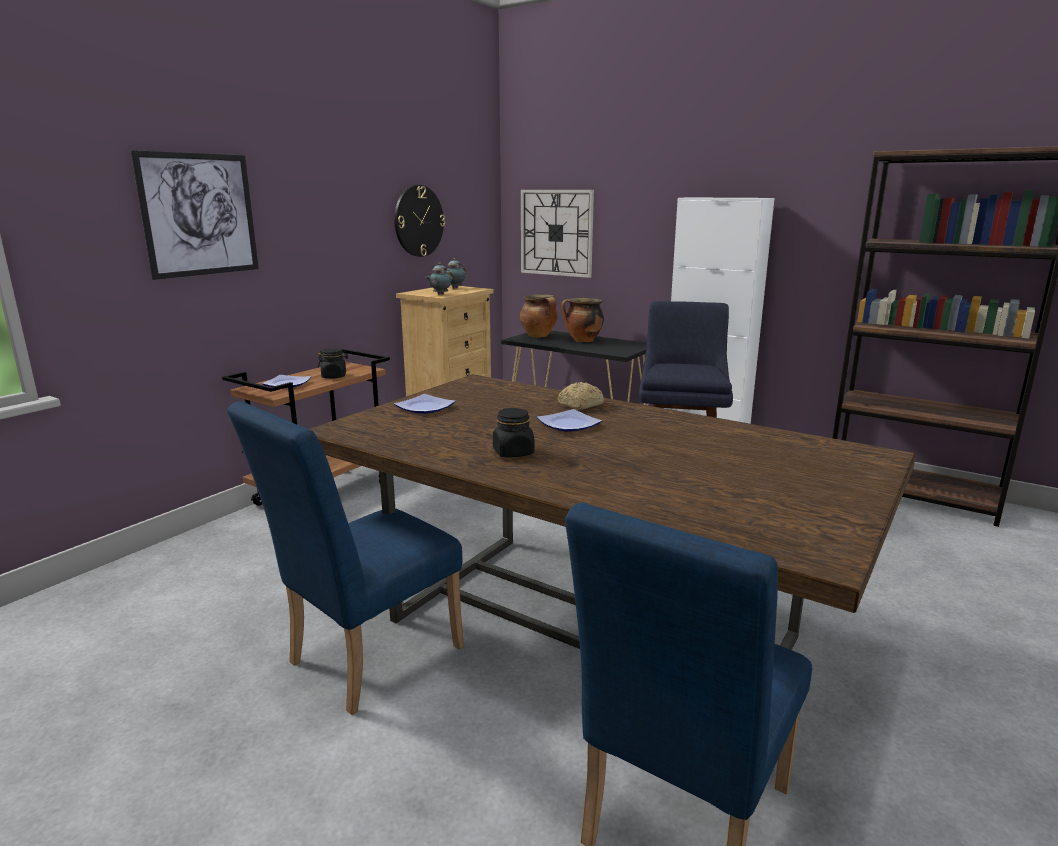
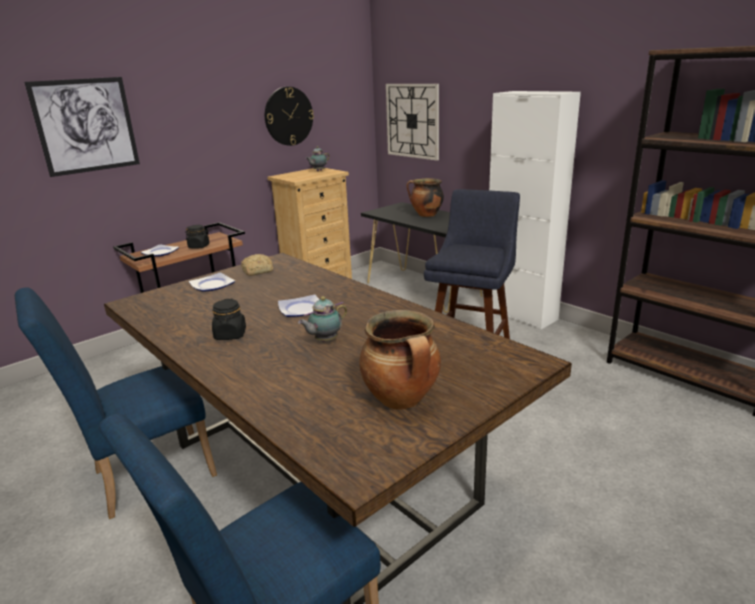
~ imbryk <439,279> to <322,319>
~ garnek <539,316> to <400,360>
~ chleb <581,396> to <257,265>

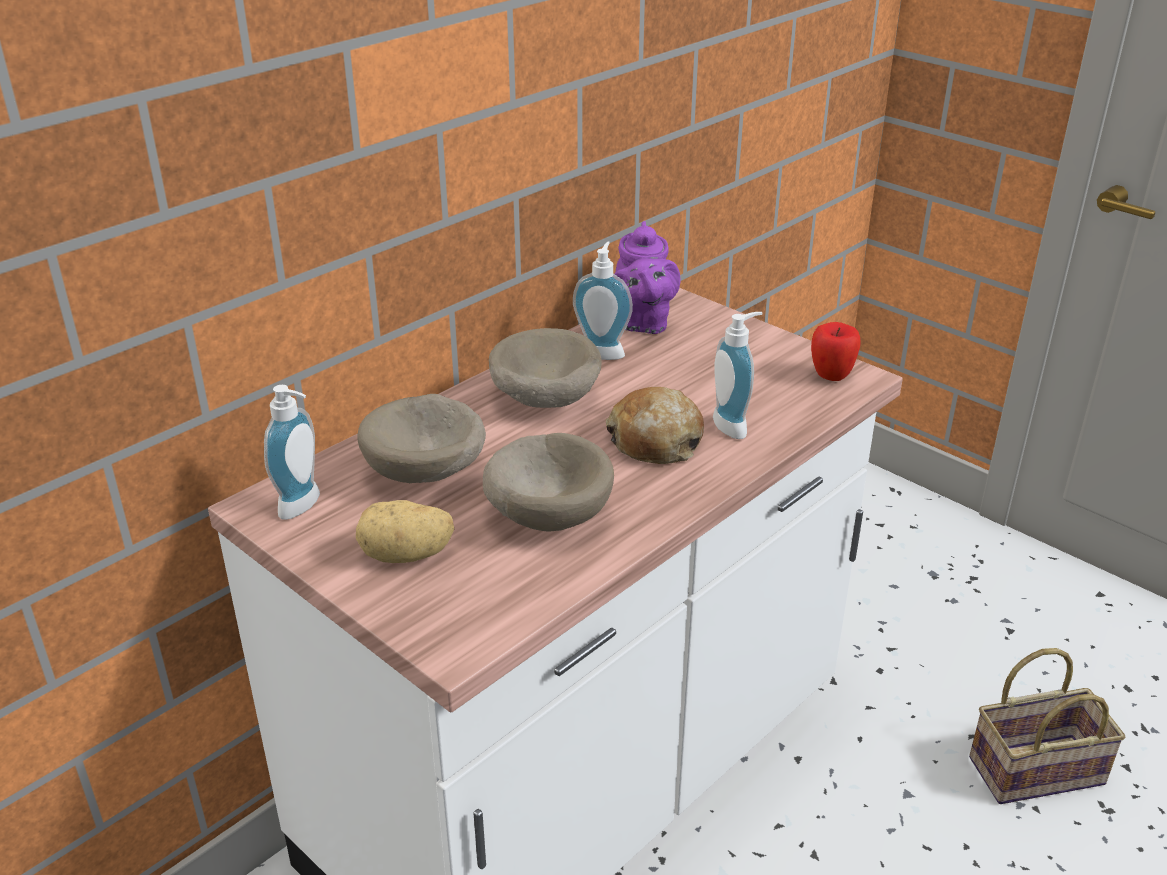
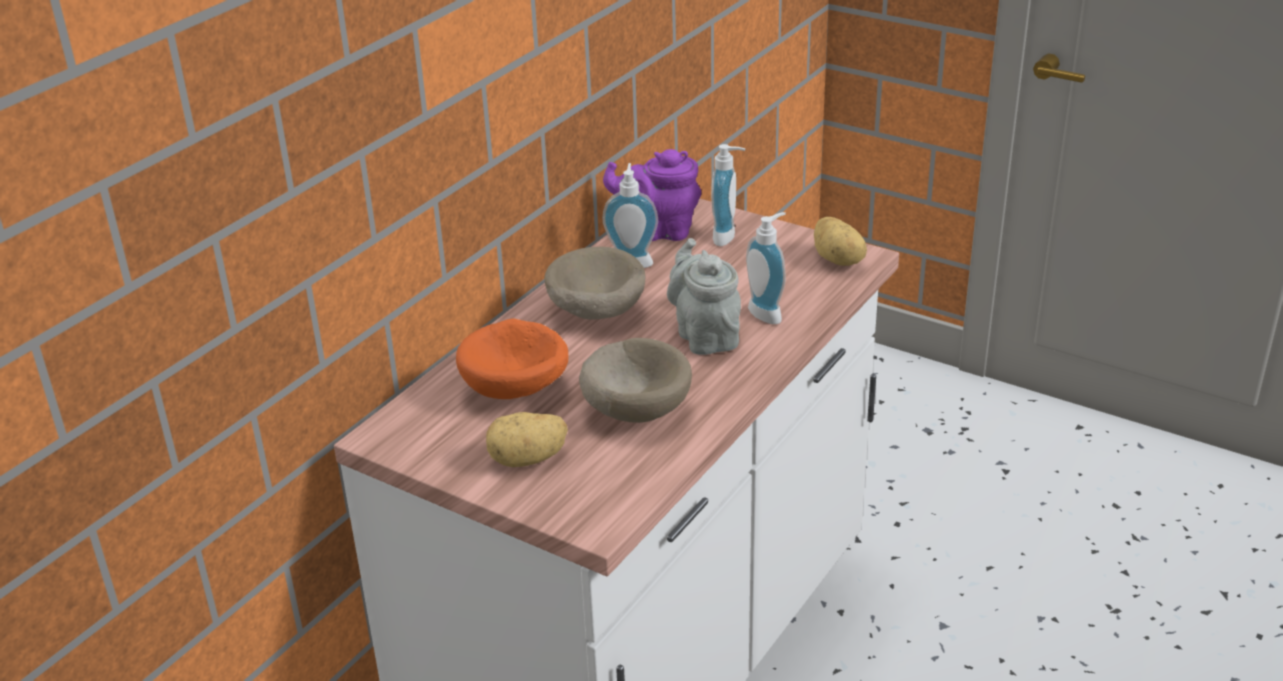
- koszyk <1047,726>
~ dozownik mydła <292,452> to <729,195>
~ chleb <655,425> to imbryk [szary] <704,296>
~ jabłko <836,351> to ziemniak <840,241>
~ miska [beżowy] <421,438> to miska [pomarańczowy] <512,359>
~ imbryk [fioletowy] <647,277> = <652,195> 105 degrees clockwise

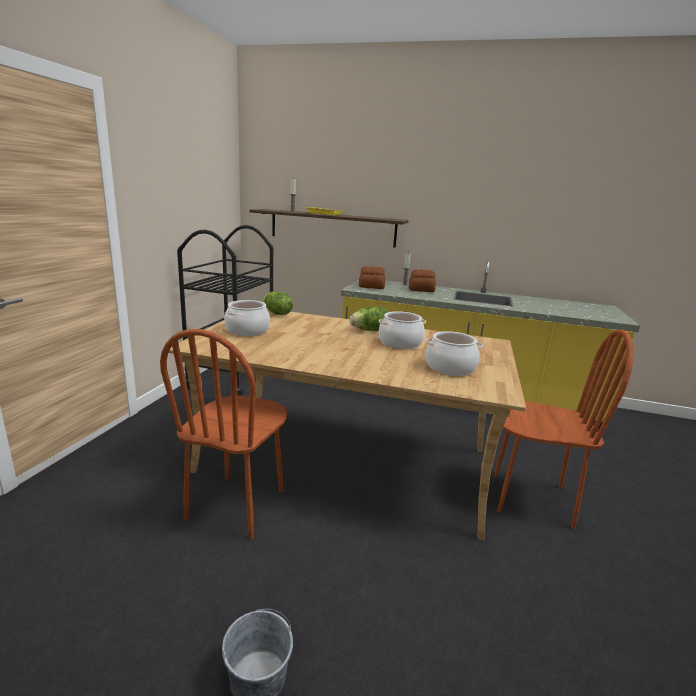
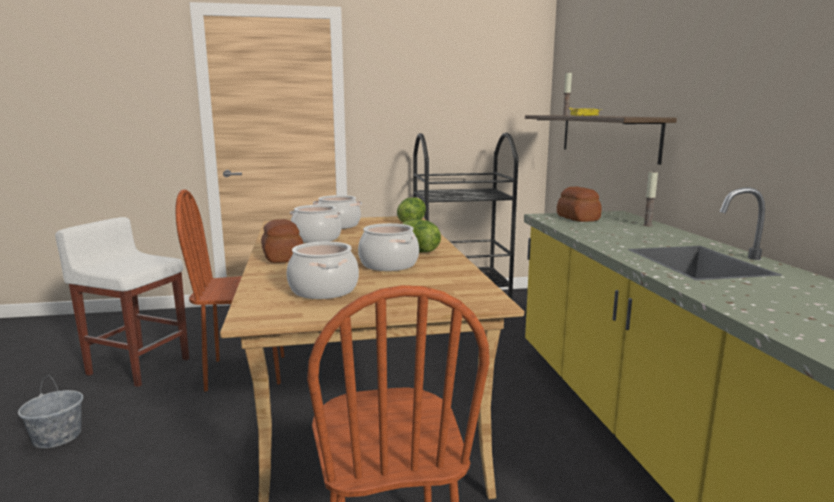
+ stołek [biały] <122,302>
+ garnek <316,224>
~ chleb <422,280> to <282,241>

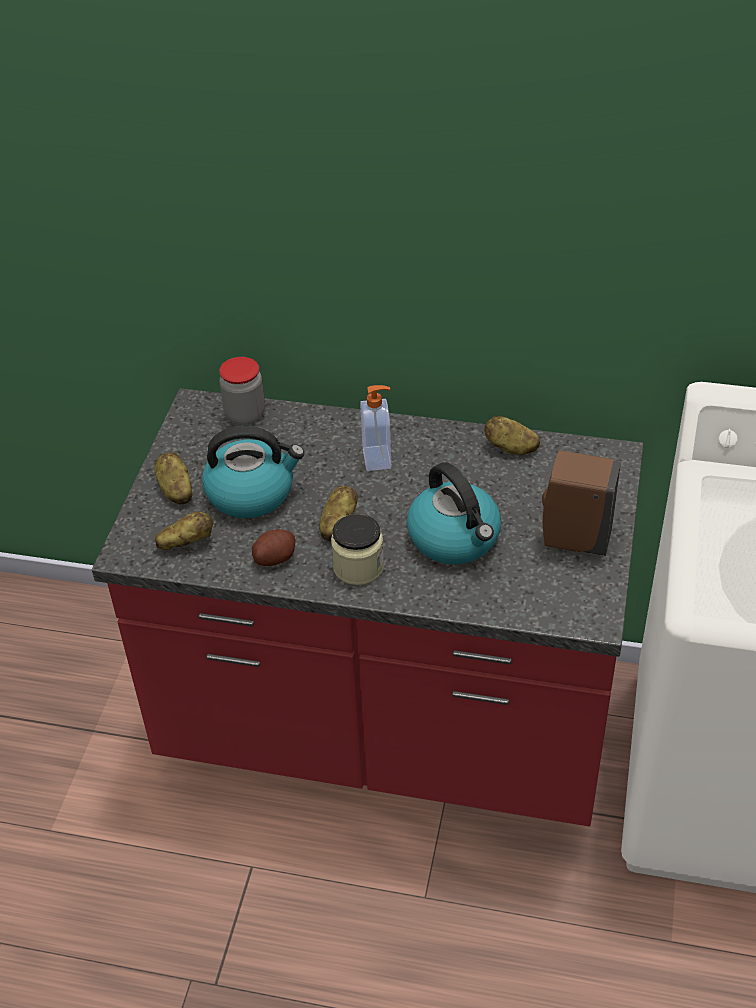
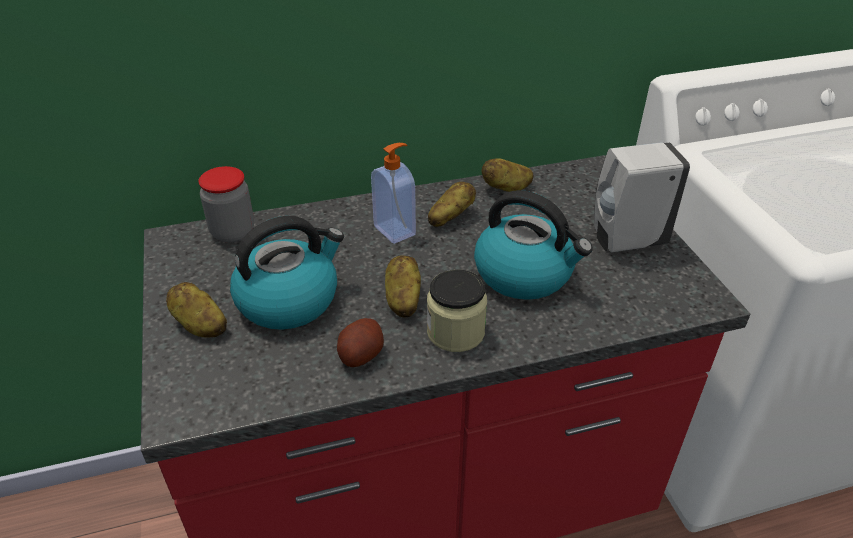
~ ziemniak <184,530> to <452,204>
~ dozownik mydła [brązowy] <581,503> to dozownik mydła [biały] <642,197>

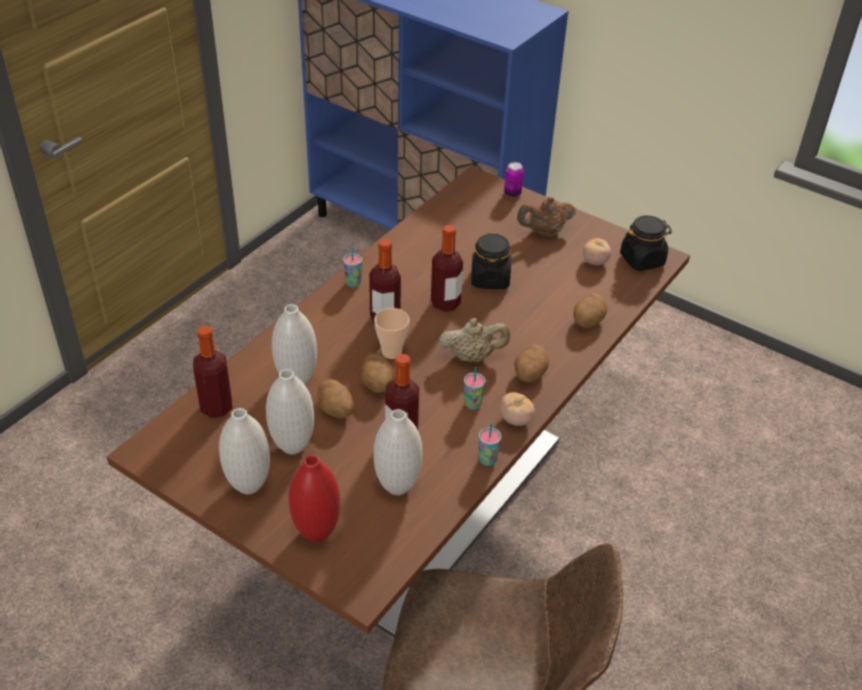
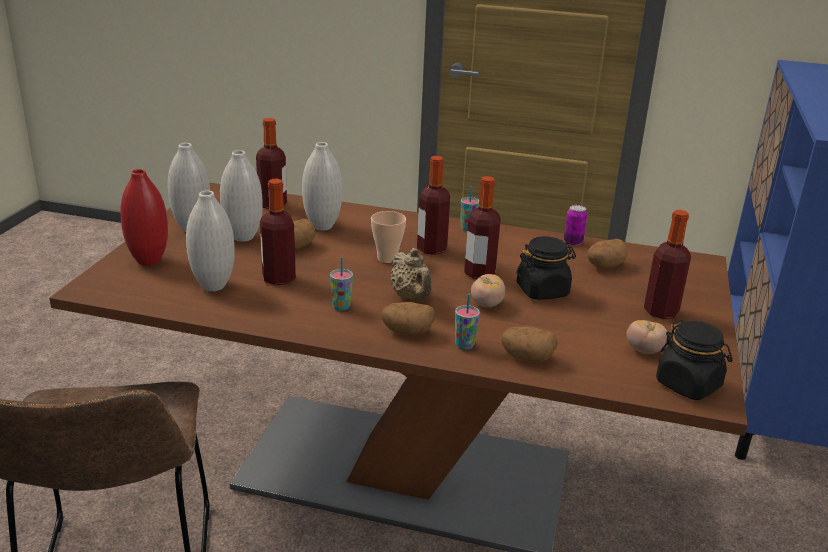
~ ziemniak <377,373> to <607,253>
~ filiżanka <490,444> to <467,321>
~ pomidor <517,409> to <488,290>
~ puszka <514,180> to <575,225>
~ imbryk [brązowy] <546,216> to butelka <667,264>

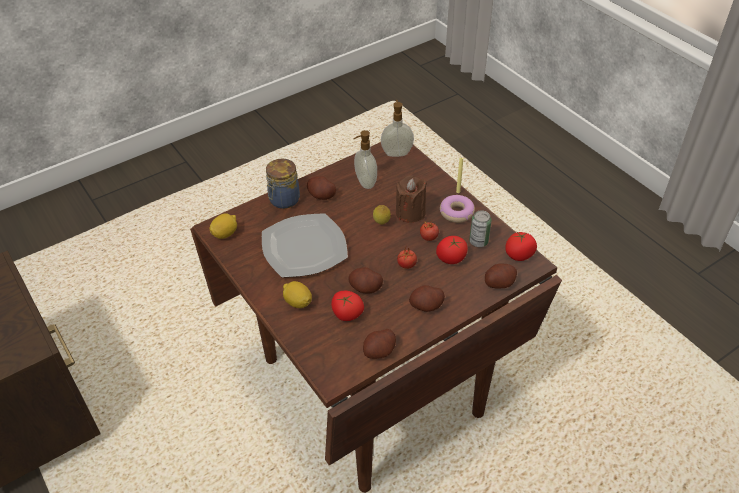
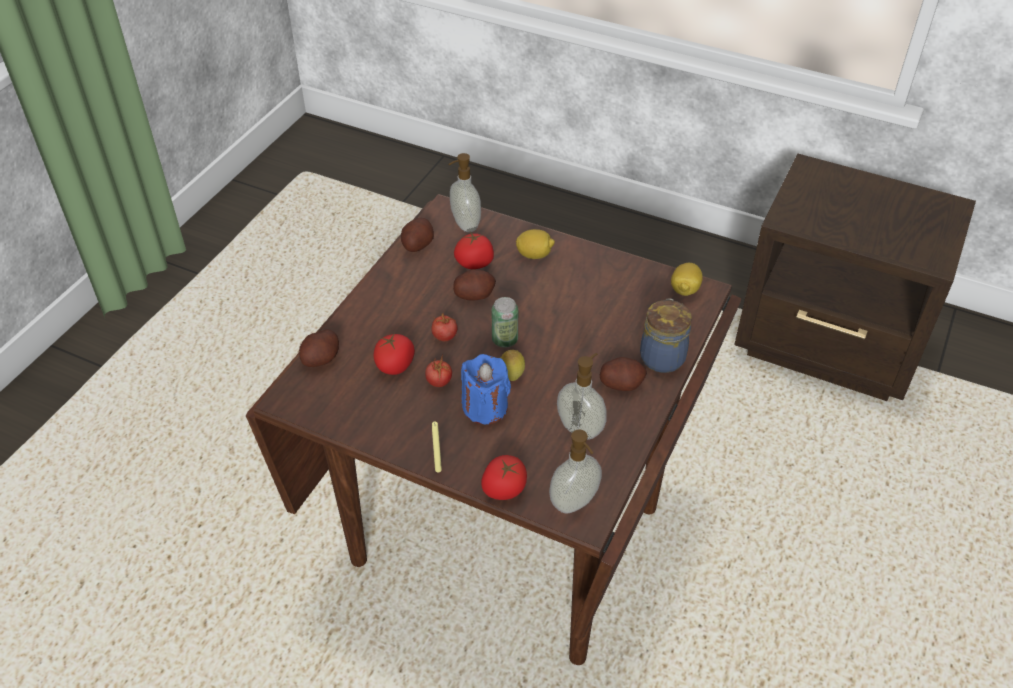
- talerz <305,245>
- ziemniak <427,298>
- donut <457,209>
+ dozownik mydła <464,192>
~ puszka <480,228> to <504,322>
~ pomidor <521,246> to <504,477>
~ świeca [brązowy] <411,199> to świeca [niebieski] <486,389>

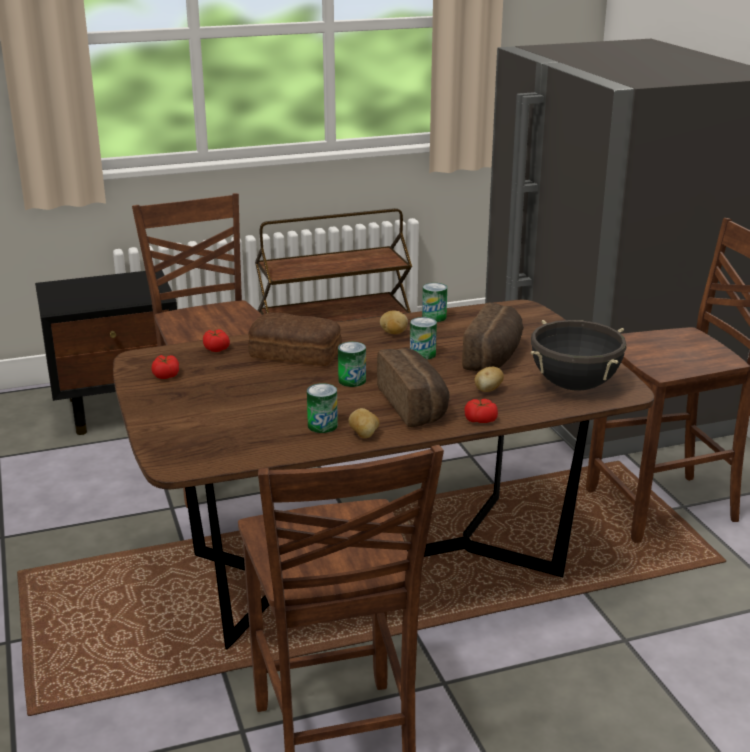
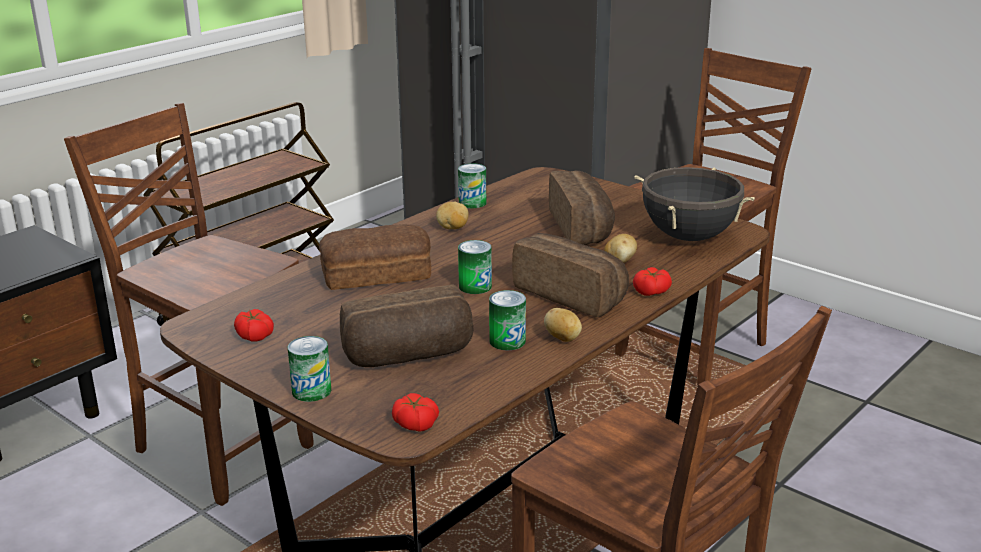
+ chleb <407,325>
~ pomidor <216,340> to <415,412>
~ puszka <423,338> to <309,369>

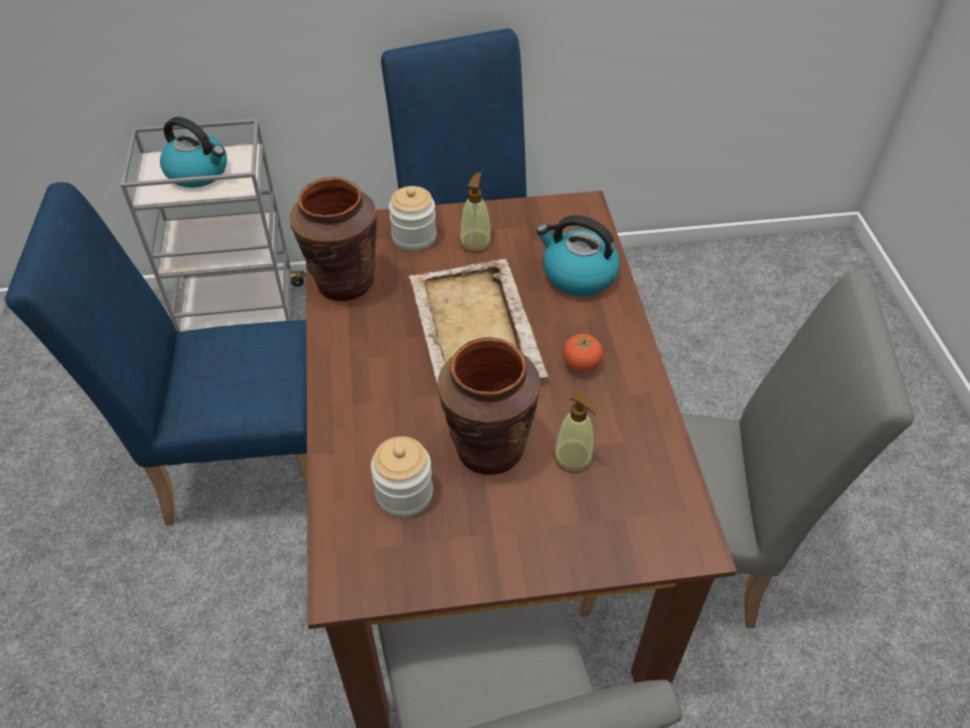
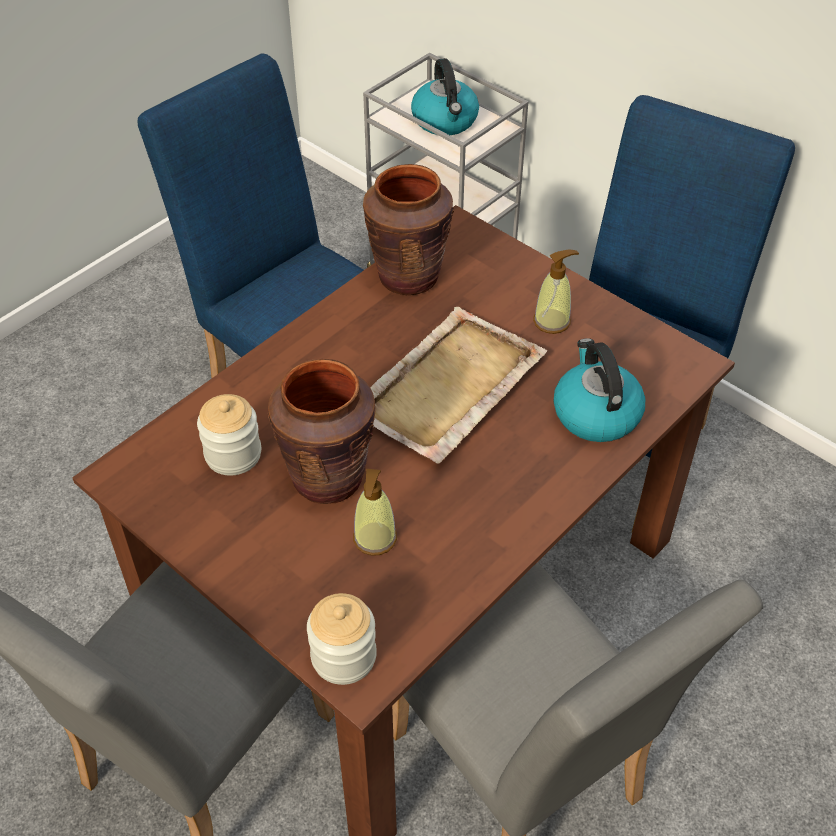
- pomidor <583,353>
~ słoik <413,218> to <342,639>

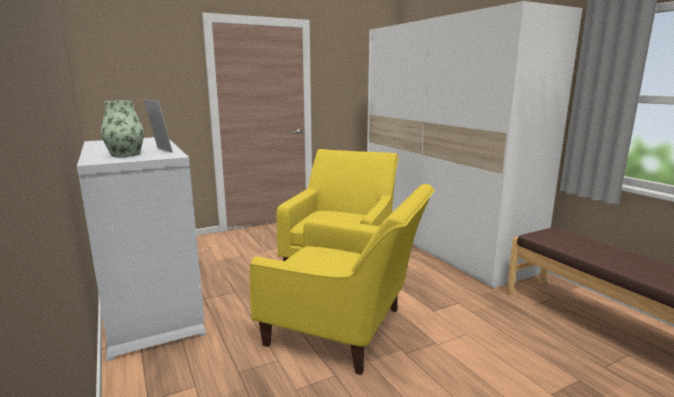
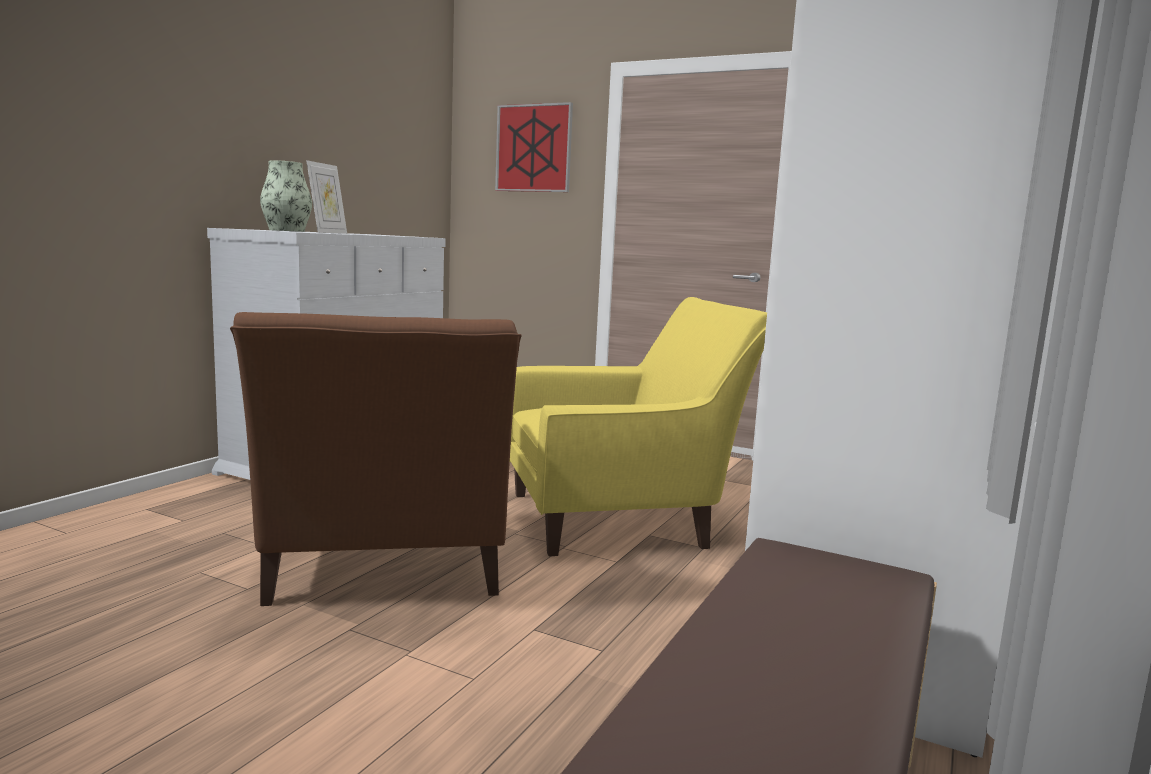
+ obraz <534,147>
~ fotel [żółty] <342,279> to fotel [brązowy] <376,459>

